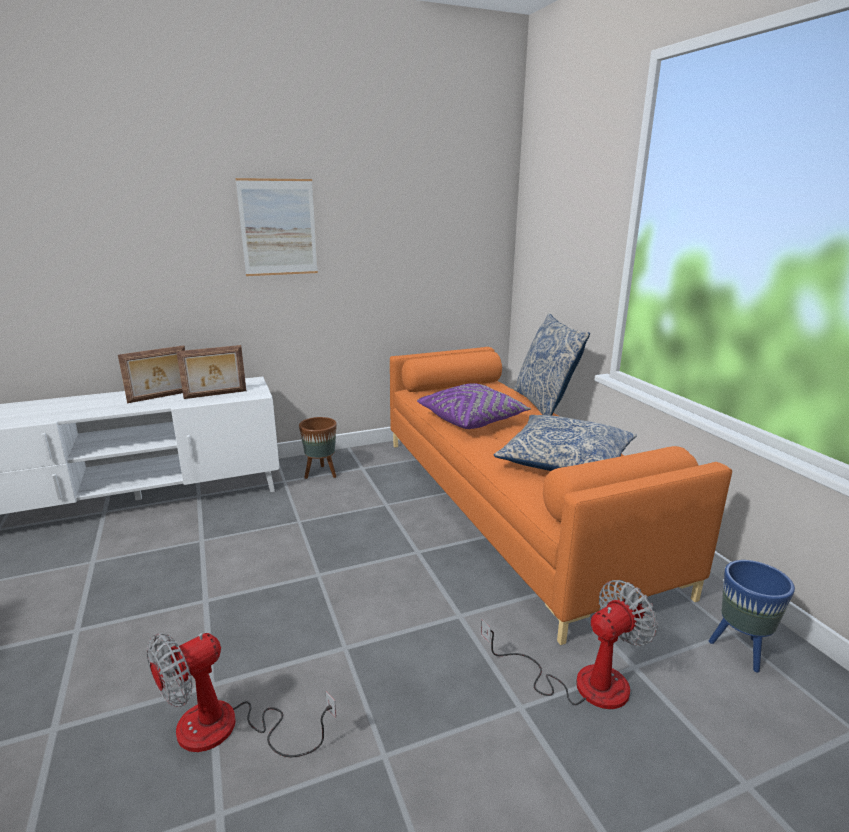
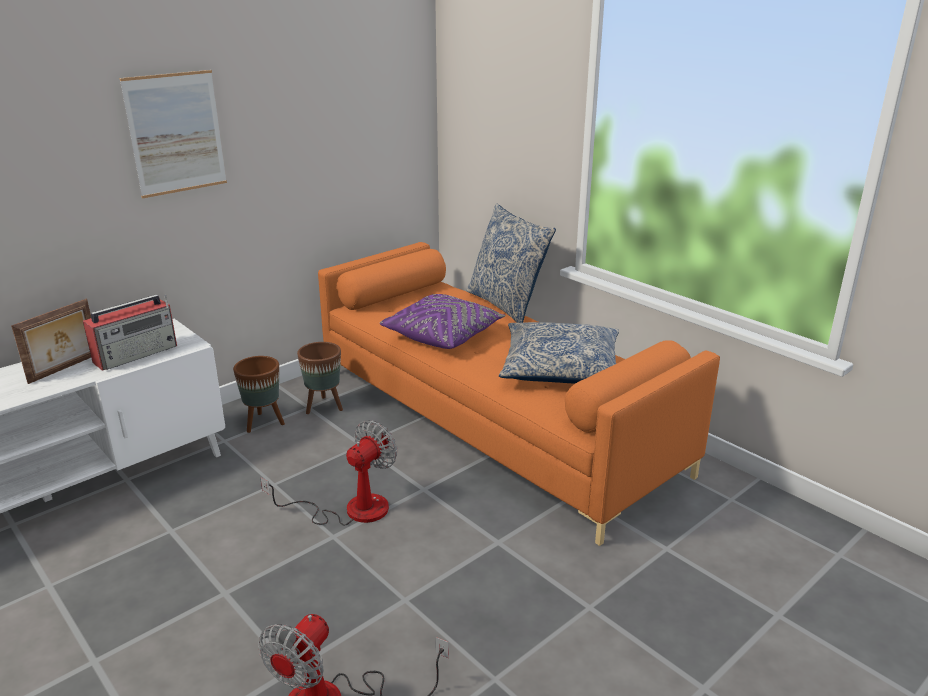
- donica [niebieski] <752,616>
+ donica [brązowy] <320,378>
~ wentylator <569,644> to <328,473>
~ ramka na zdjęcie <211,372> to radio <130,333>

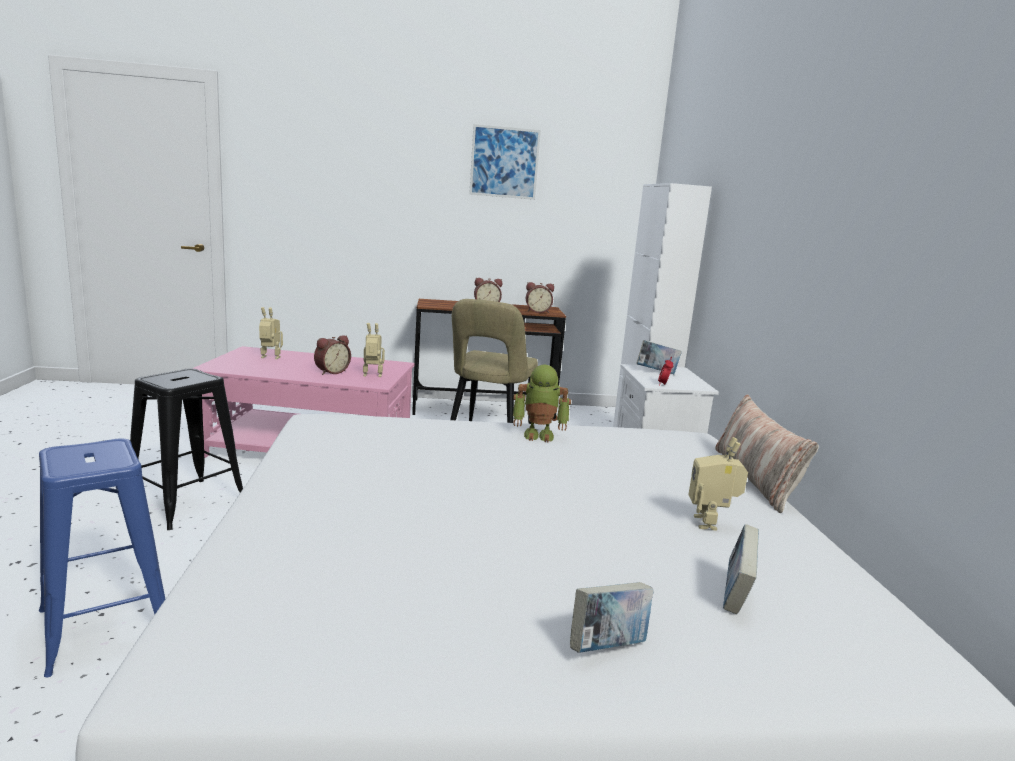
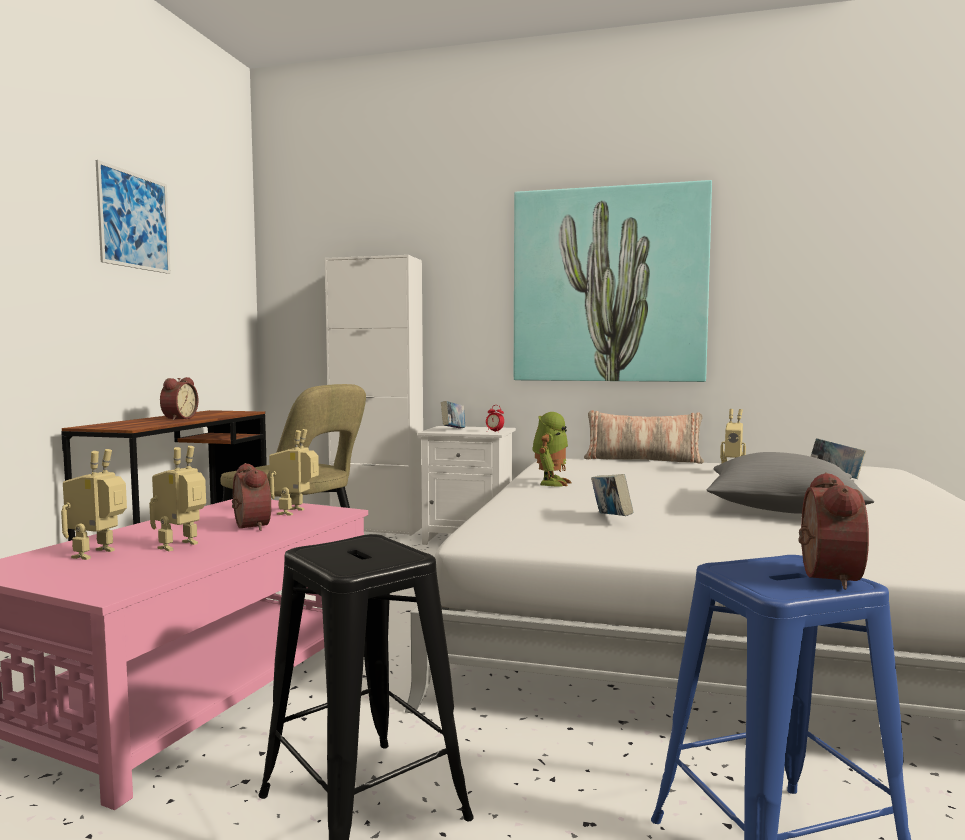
+ robot zabawkowy <177,498>
+ obraz <613,281>
+ poduszka [szary] <790,483>
~ budzik <540,297> to <833,531>
~ książka <612,617> to <612,495>

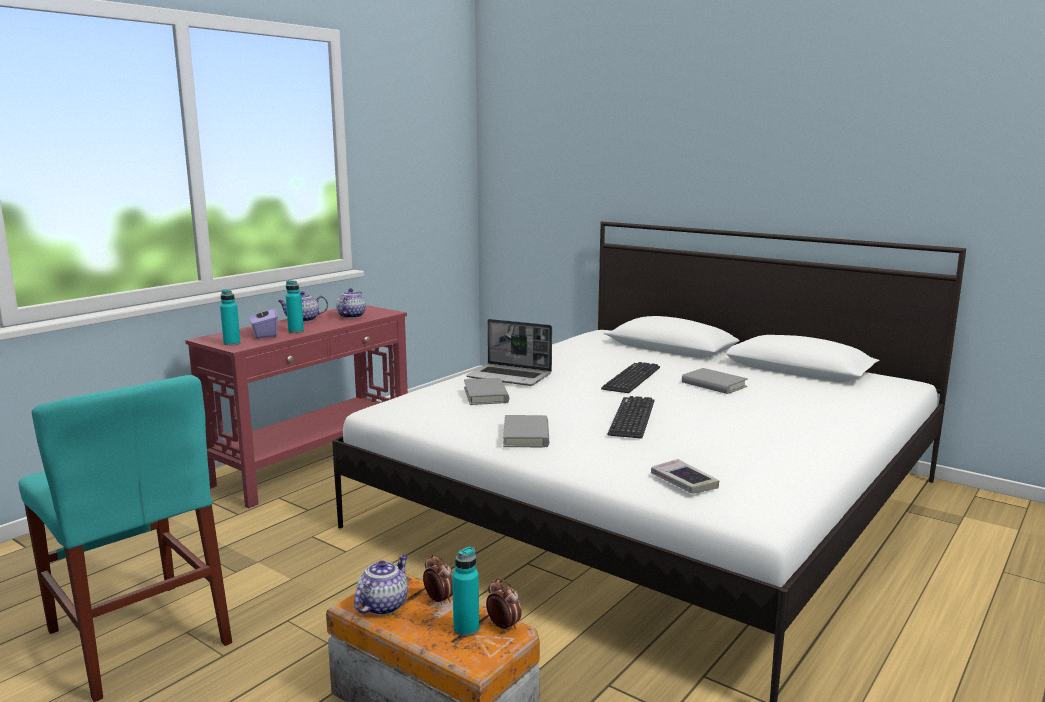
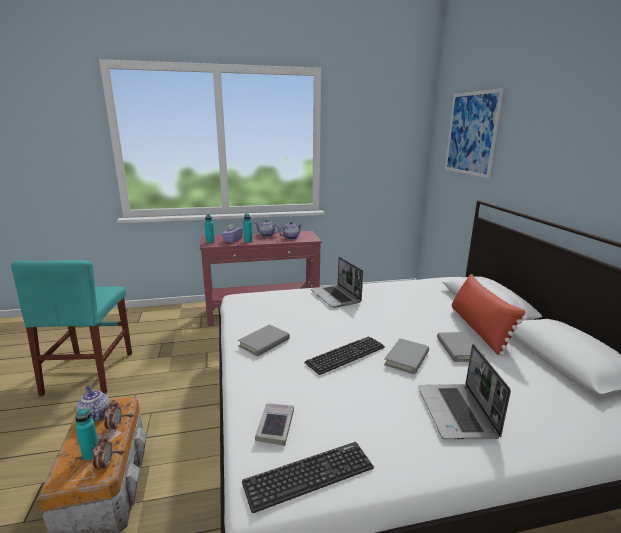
+ laptop <464,392>
+ obraz <474,133>
+ poduszka [czerwony] <490,315>
~ książka [szary] <486,391> to <406,356>
~ klawiatura <630,377> to <308,477>
~ imbryk <381,585> = <93,404> 105 degrees counterclockwise

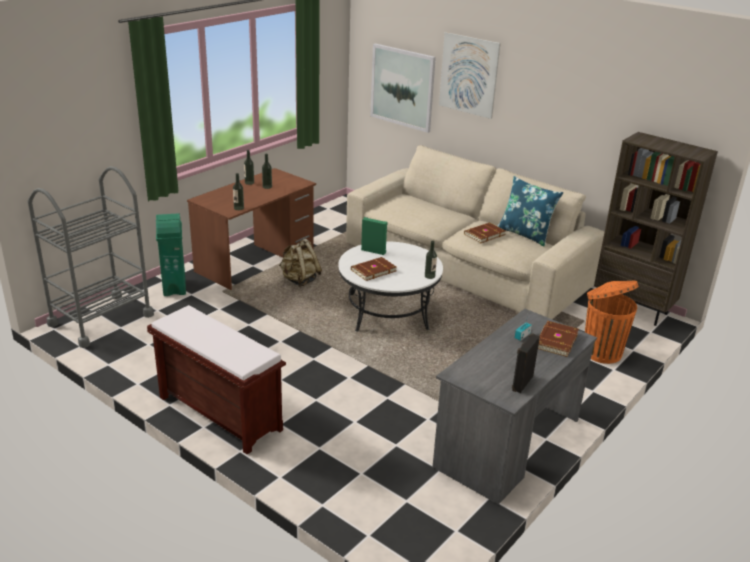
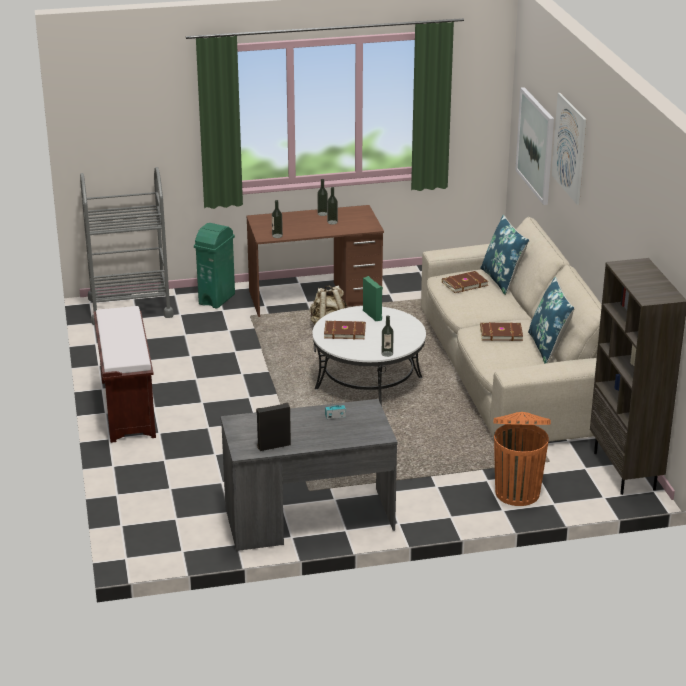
+ poduszka [niebieski] <505,255>
~ książka [brązowy] <558,339> to <465,282>

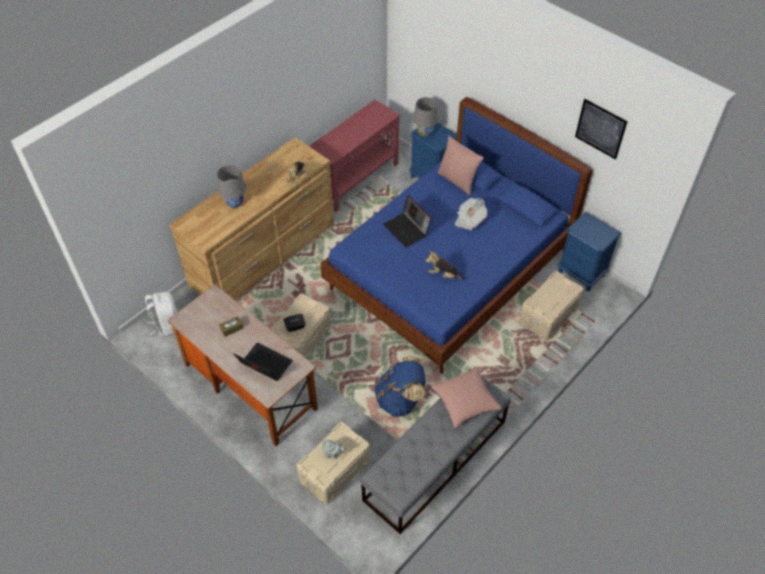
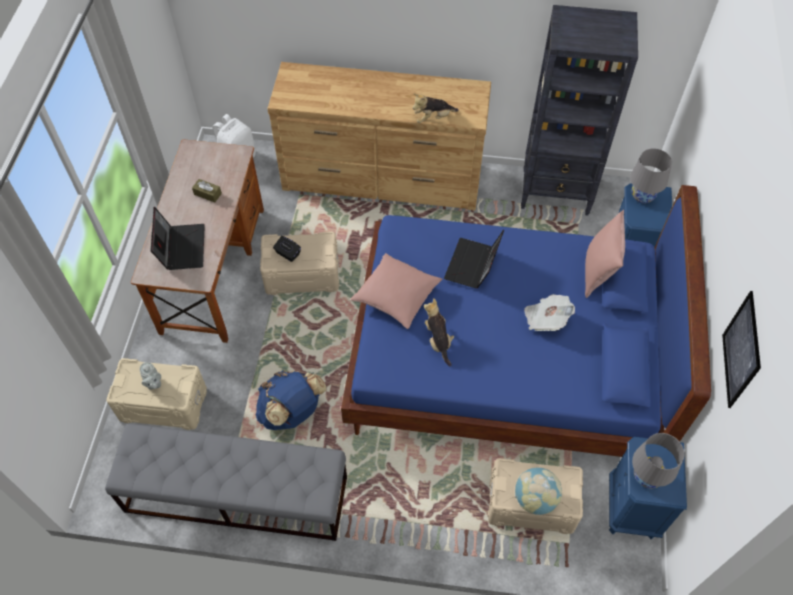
+ globus <538,491>
~ lampa stołowa [szary] <231,186> to <658,460>
~ poduszka [różowy] <466,397> to <396,291>
~ stolik konsolowy [czerwony] <354,156> to regał [czarny] <579,110>

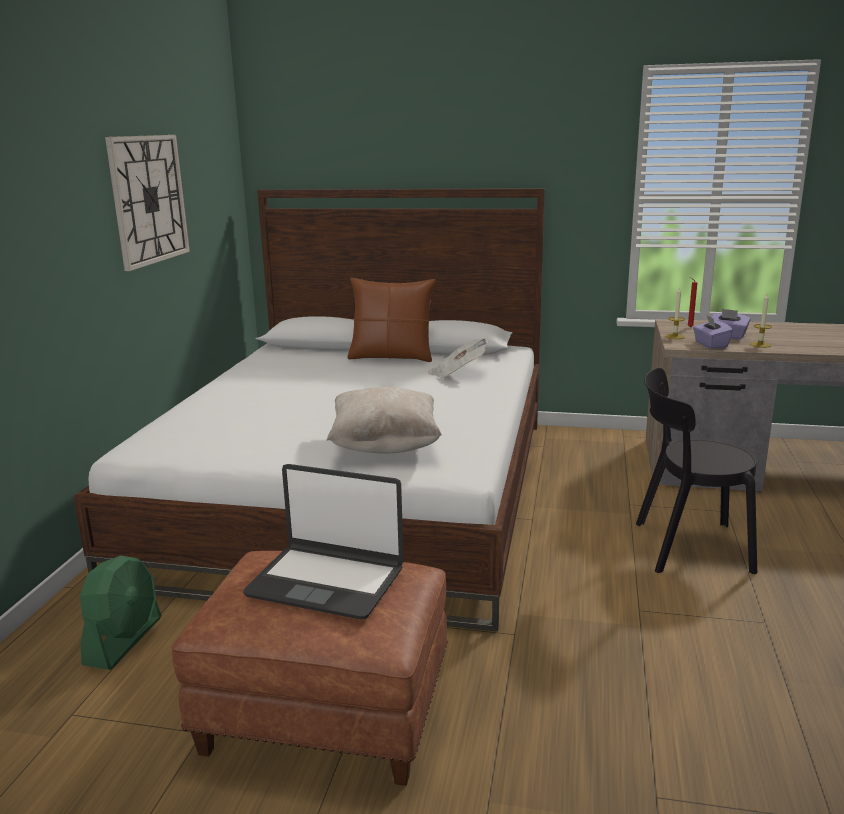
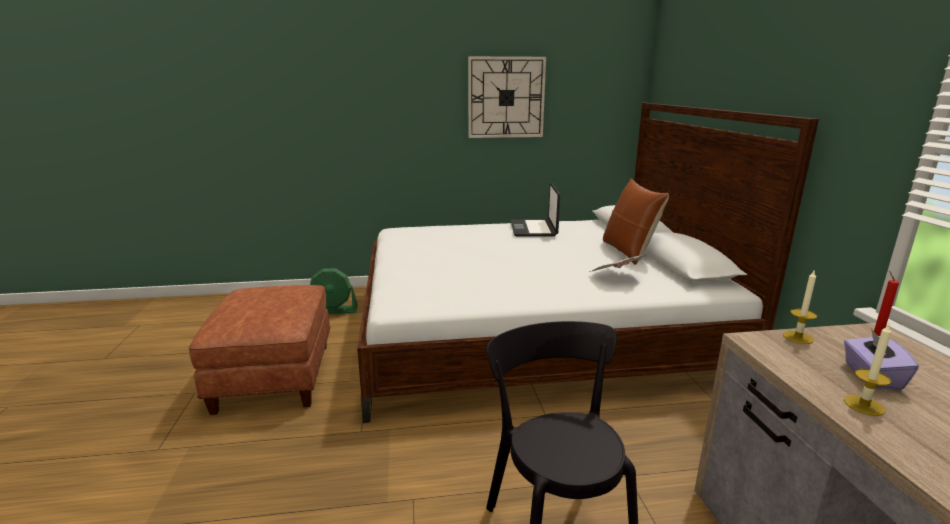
- poduszka [beżowy] <384,420>
- pudełko chusteczek [fioletowy] <713,332>
~ laptop <323,541> to <535,209>

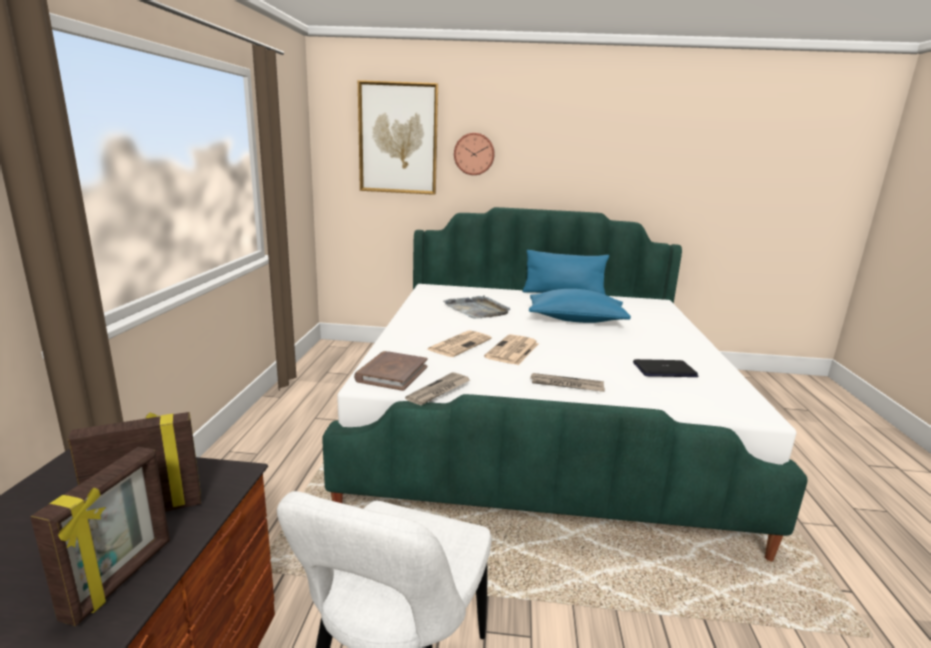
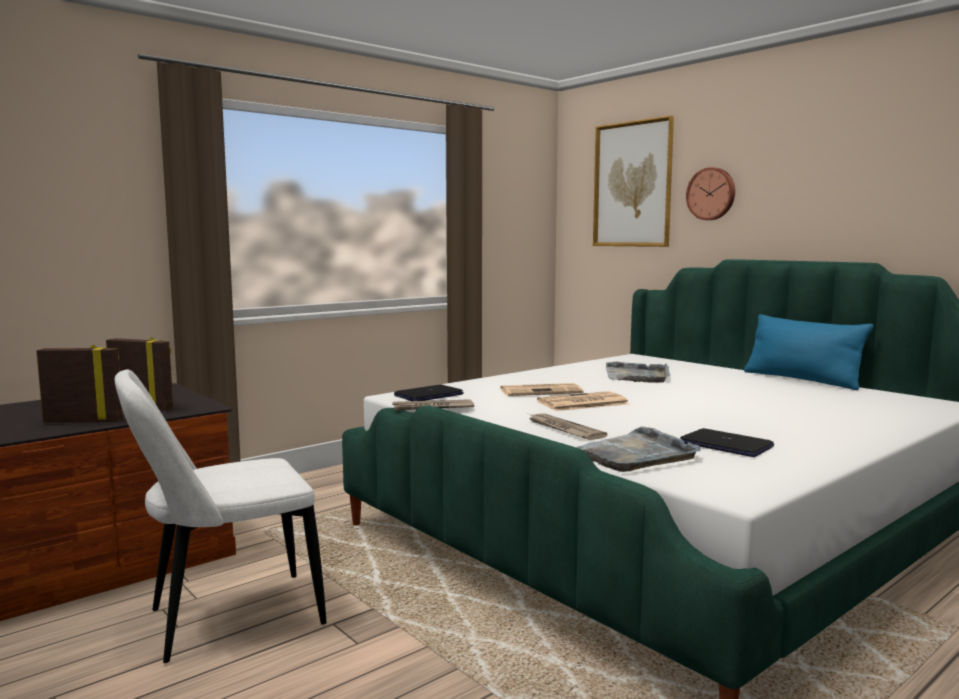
- poduszka [niebieski] <580,306>
+ taca [szary] <638,449>
~ książka [brązowy] <391,371> to laptop <429,392>
~ ramka na zdjęcie <100,536> = <79,383> 150 degrees counterclockwise

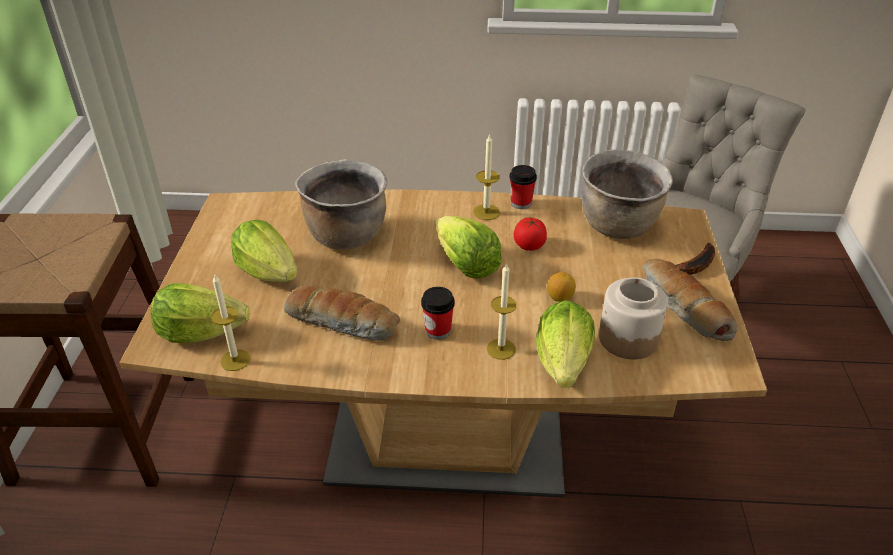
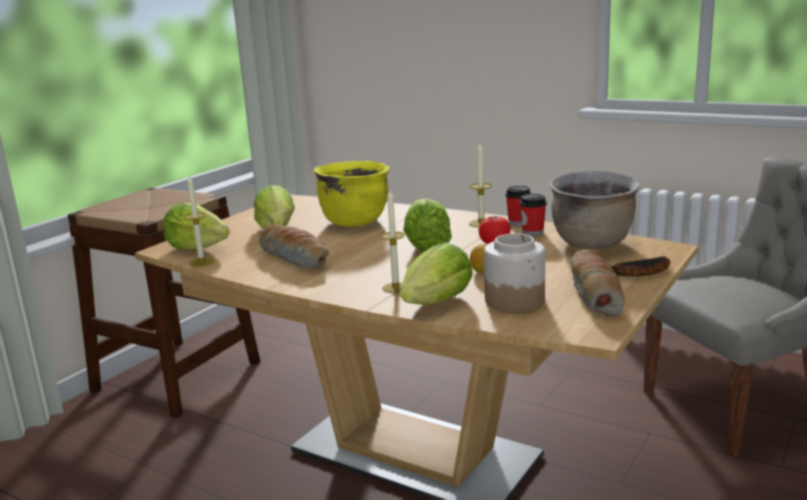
~ filiżanka <438,313> to <533,215>
~ garnek [brązowy] <341,204> to garnek [żółty] <352,194>

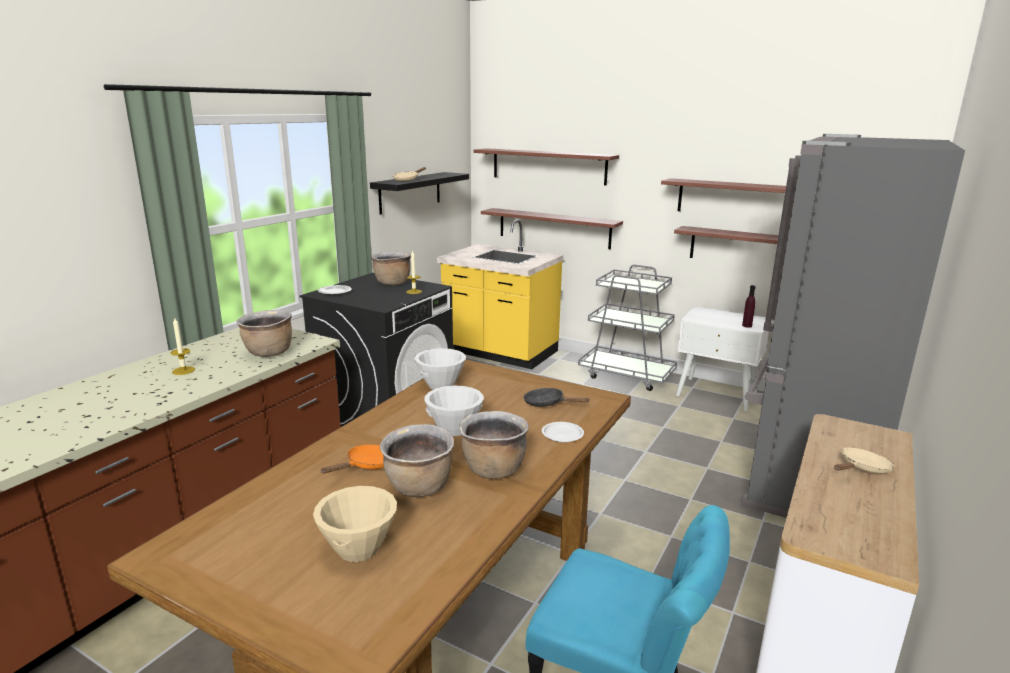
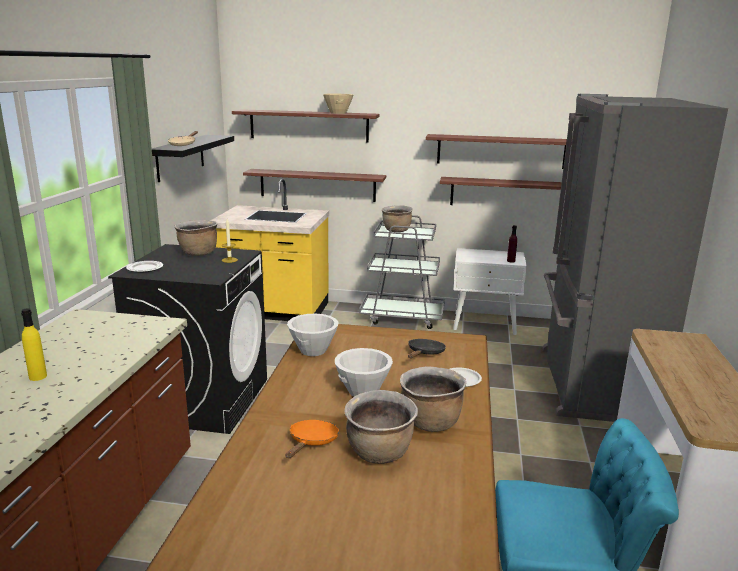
- patelnia [beżowy] <864,461>
~ garnek [brązowy] <264,333> to <397,218>
~ miska [beżowy] <355,524> to <338,104>
~ świeca <182,346> to butelka [żółty] <34,344>
~ patelnia [czarny] <556,397> = <427,348> 105 degrees clockwise

